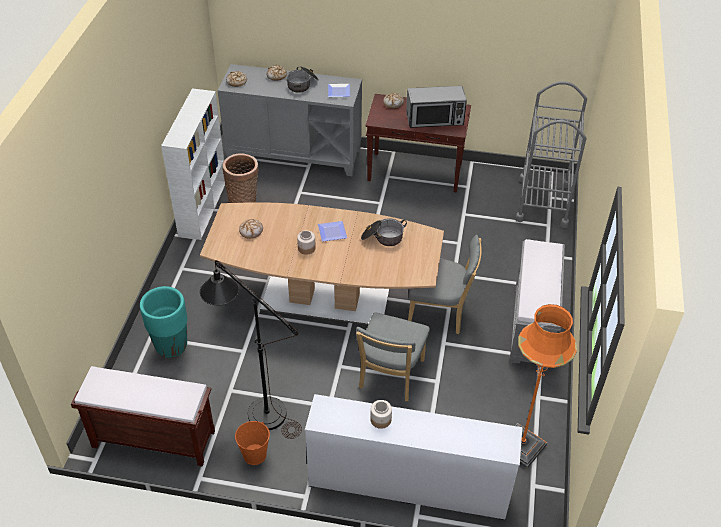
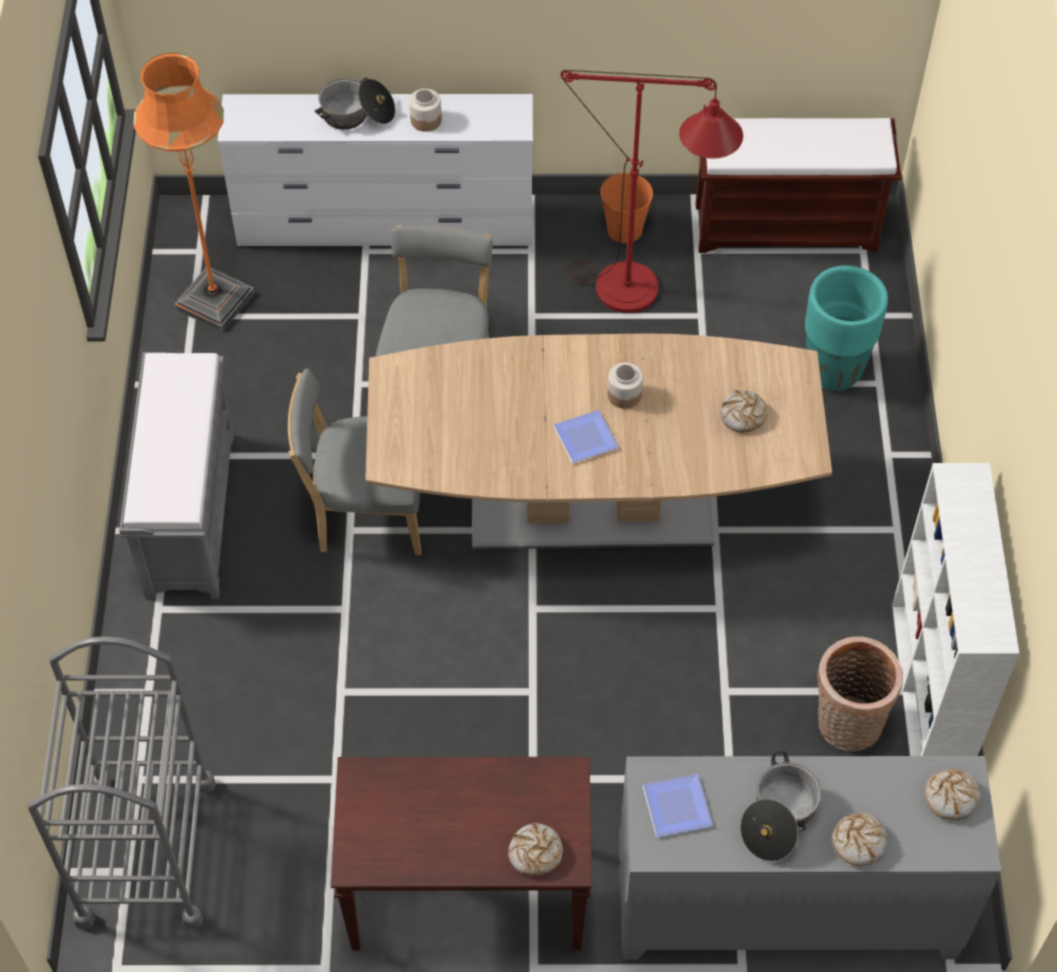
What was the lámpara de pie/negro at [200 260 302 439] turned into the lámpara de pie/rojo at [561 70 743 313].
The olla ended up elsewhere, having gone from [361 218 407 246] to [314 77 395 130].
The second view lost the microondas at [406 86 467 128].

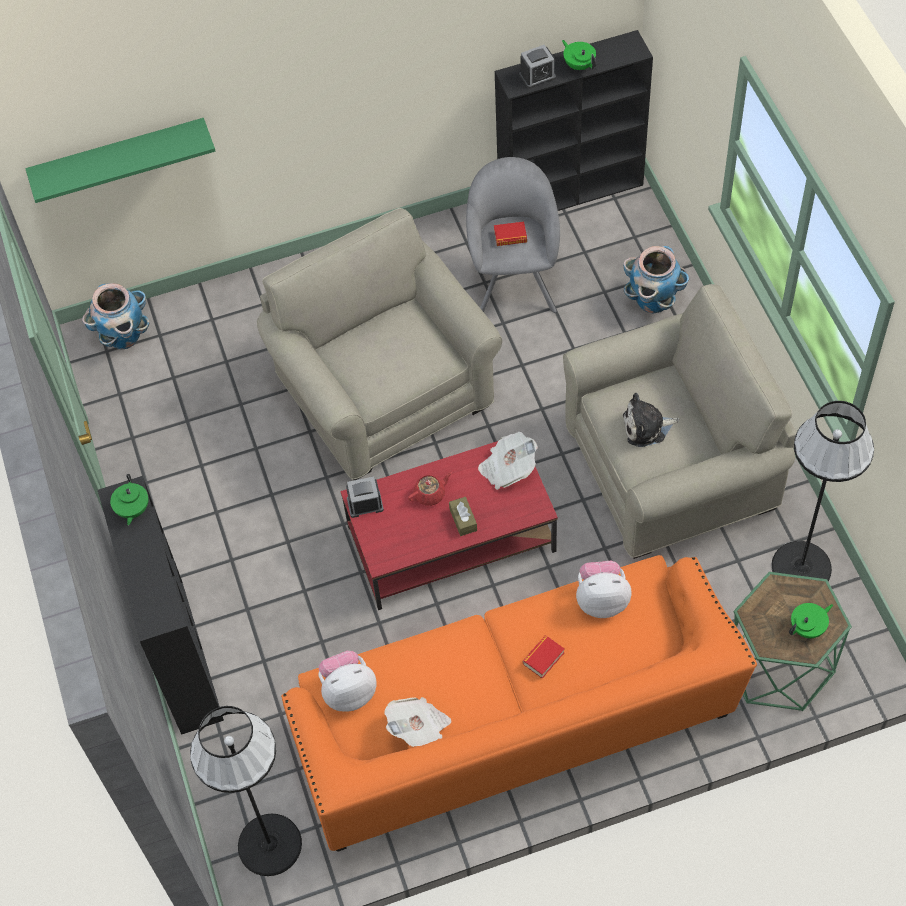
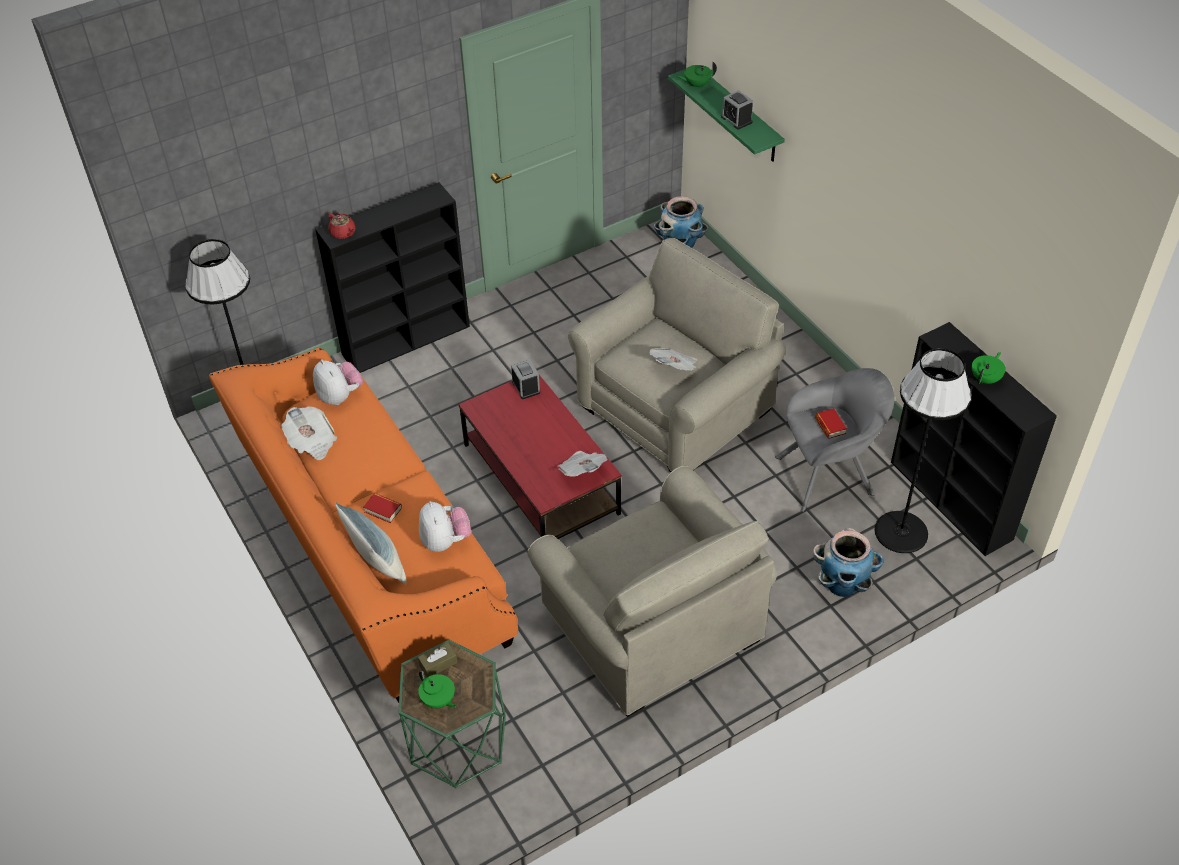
The tetera/verde ended up elsewhere, having gone from [110 474 148 526] to [677 61 717 89].
The tetera/rojo ended up elsewhere, having gone from [408 472 452 506] to [328 213 356 239].
The caja de pañuelos/marrón ended up elsewhere, having gone from [449 497 477 536] to [418 642 458 677].
The despertador ended up elsewhere, having gone from [519 45 556 89] to [721 90 753 130].
The second view lost the peluche at [623 393 679 447].
The lámpara de pie/negro ended up elsewhere, having gone from [771 401 874 581] to [875 348 971 553].
The second view gained the cojín at [335 502 407 584].
The second view gained the periódico at [649 348 698 371].

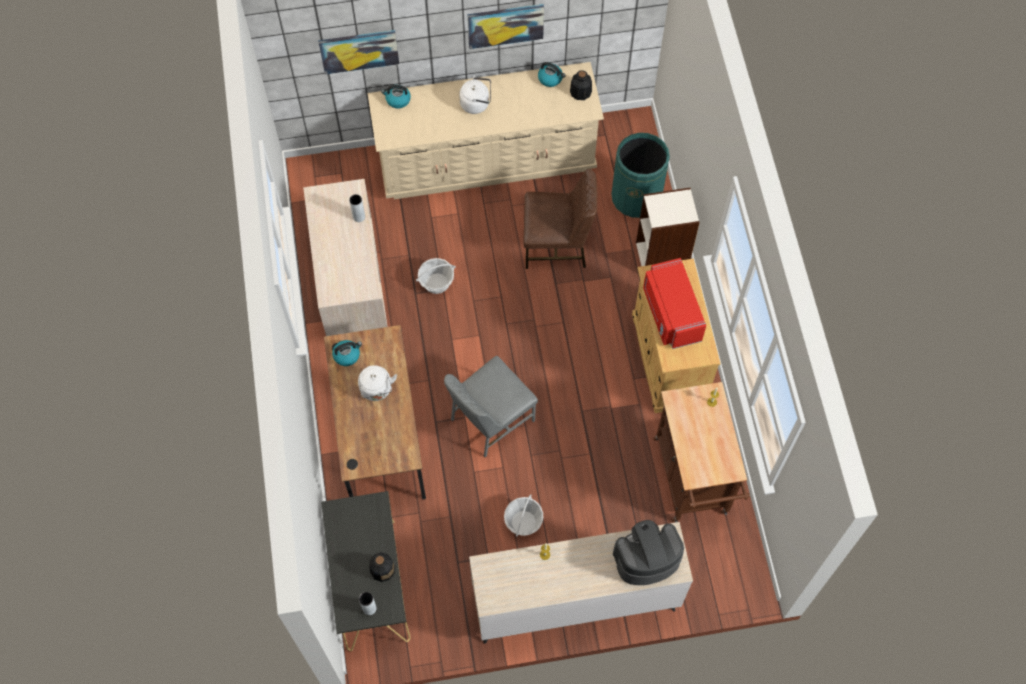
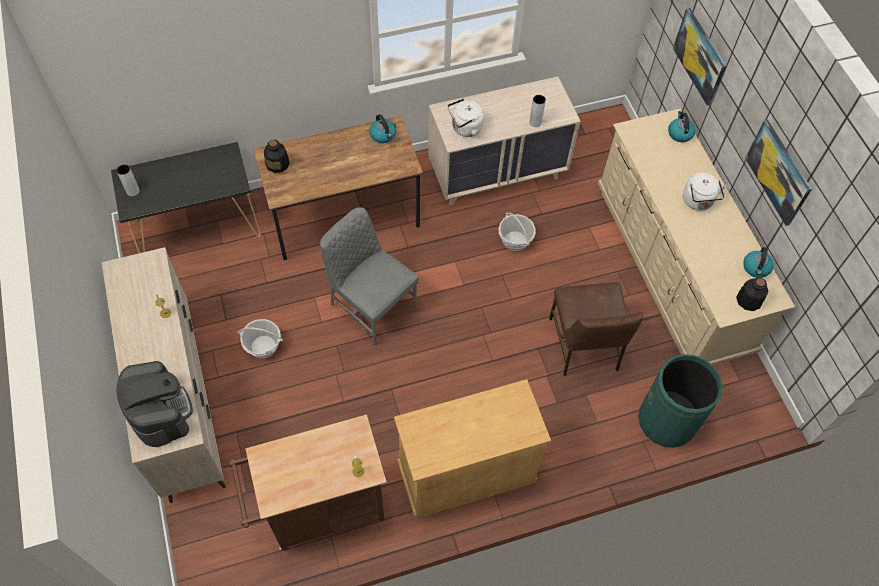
The hervidor/blanco ended up elsewhere, having gone from [358 365 397 401] to [447 99 484 137].
The botella ended up elsewhere, having gone from [369 552 395 582] to [264 140 290 173].
The second view lost the estantería at [636 188 700 266].
The second view lost the microondas/rojo at [643 258 706 349].

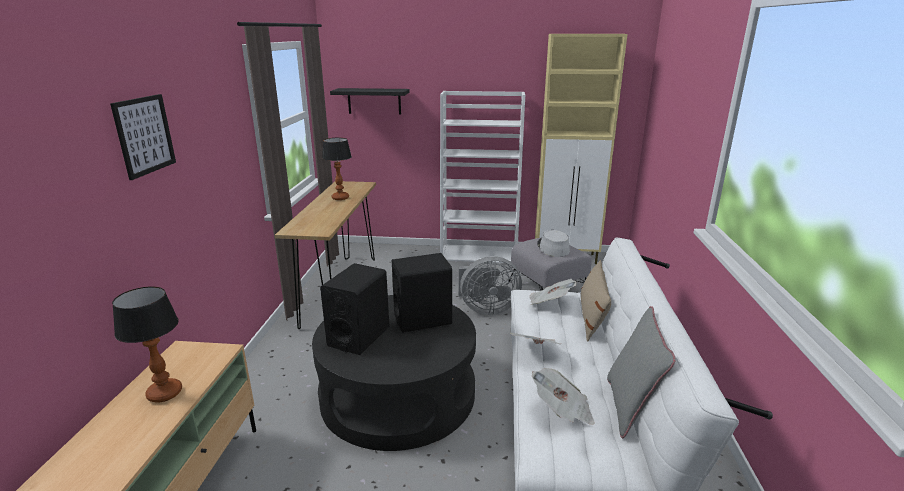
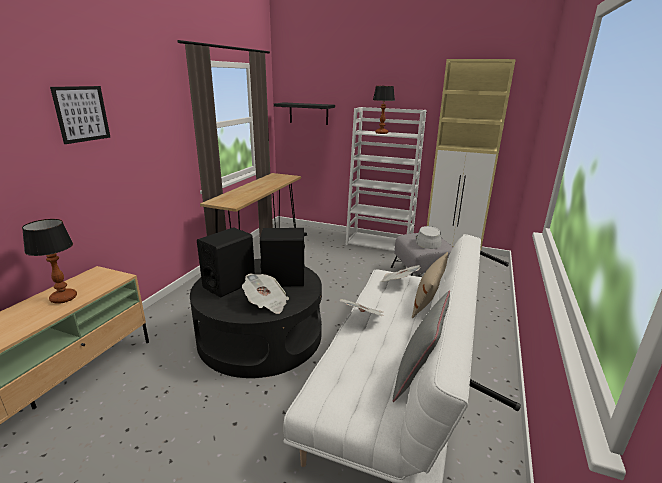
The lámpara de mesa ended up elsewhere, having gone from [322 138 352 200] to [373 86 395 134].
The second view lost the ventilador/gris at [458 256 522 315].
The periódico ended up elsewhere, having gone from [532 368 595 425] to [242 273 289 314].

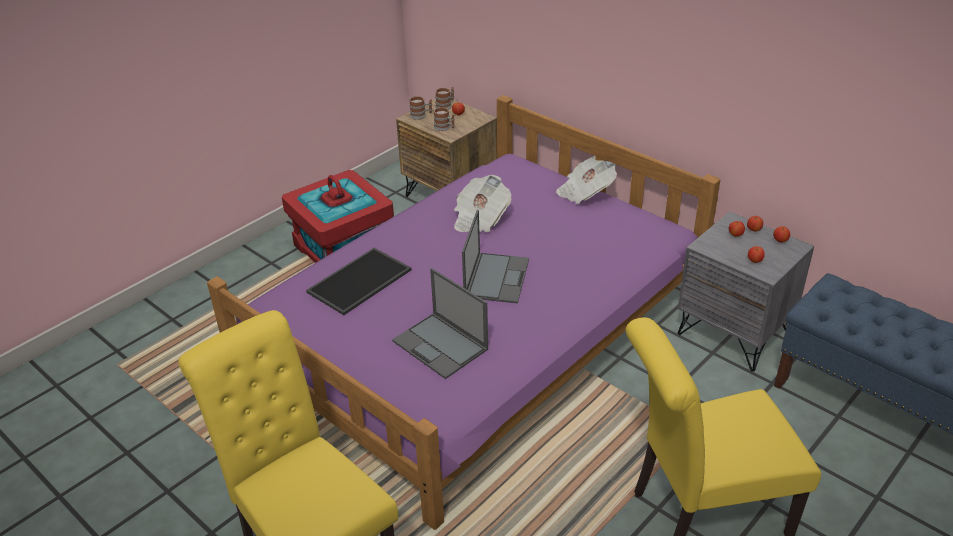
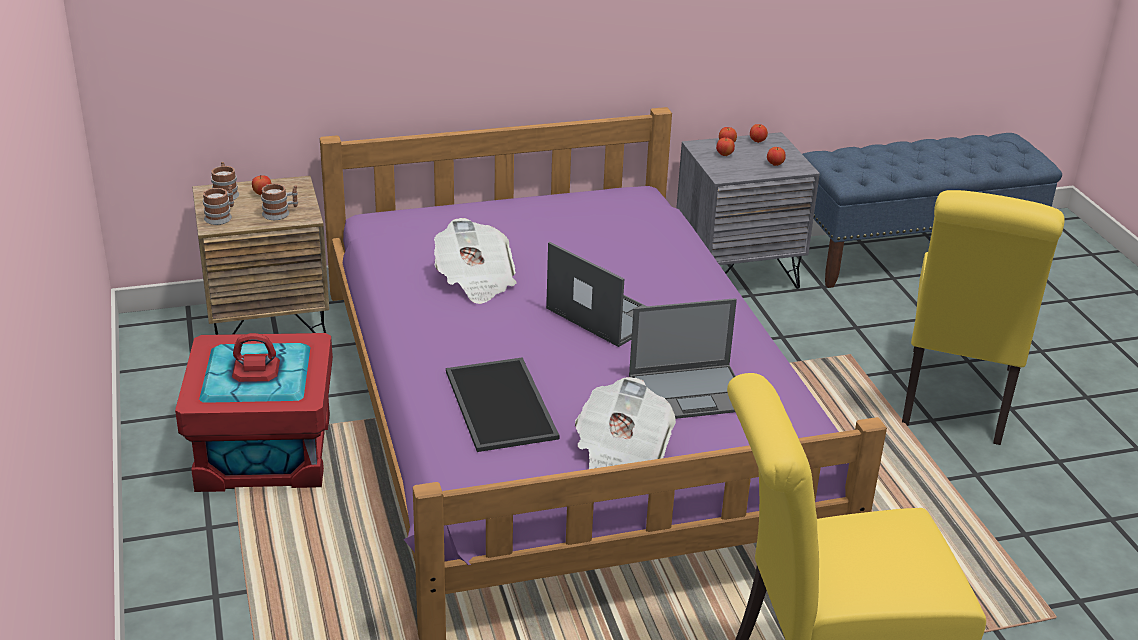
The periódico ended up elsewhere, having gone from [556 156 617 204] to [575 377 676 469].

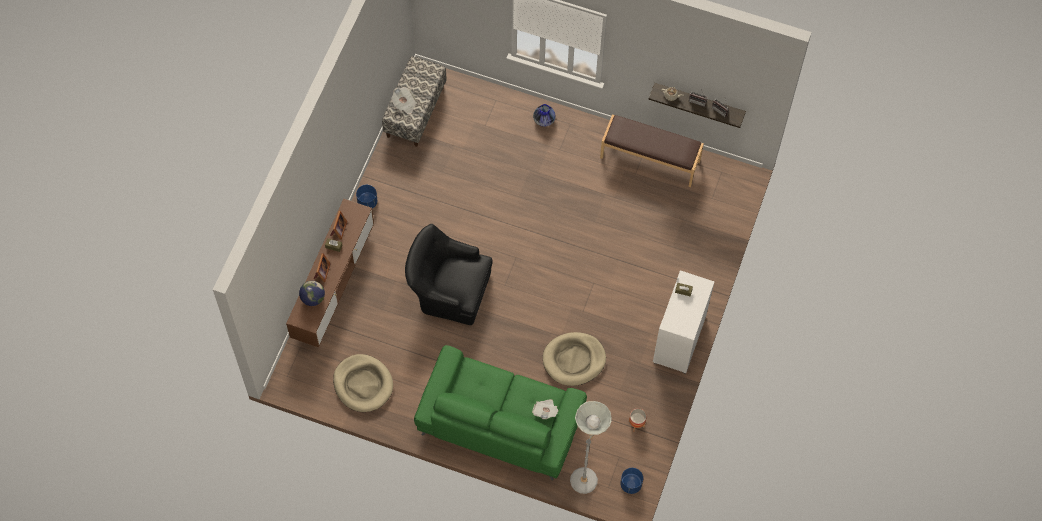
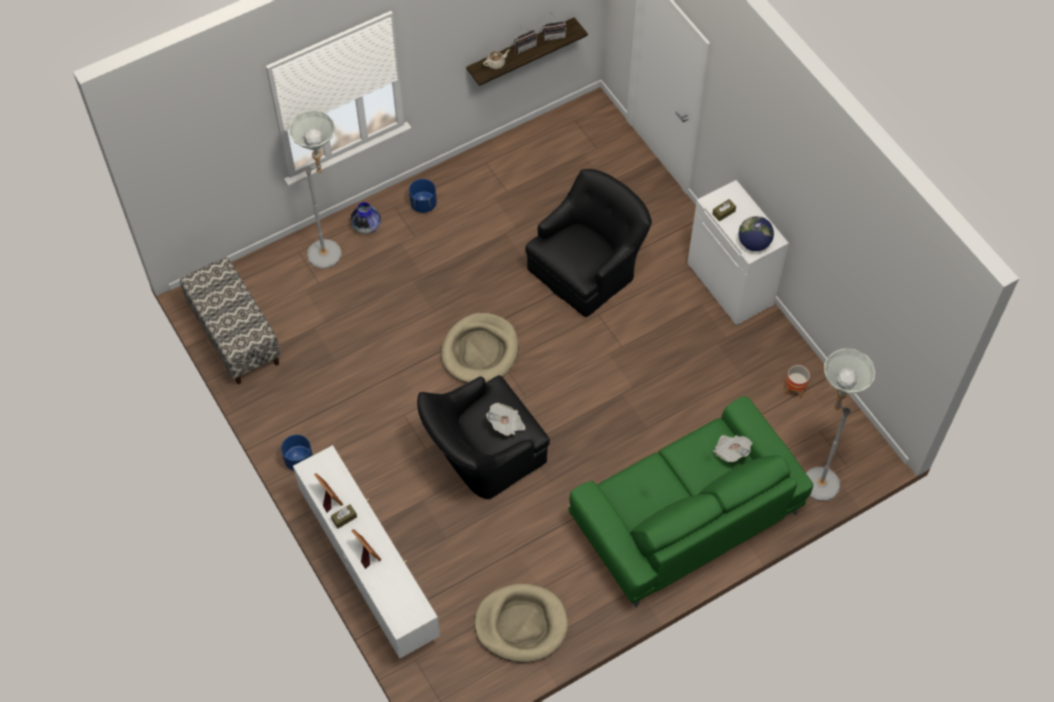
What was the mueble de televisión/marrón at [286 199 374 347] turned into the mueble de televisión/blanco at [293 445 440 659].
The globo terráqueo ended up elsewhere, having gone from [299 281 325 306] to [739 216 774 251].
The periódico ended up elsewhere, having gone from [391 87 417 115] to [486 403 526 436].
The cama para perro/beis ended up elsewhere, having gone from [543 332 606 386] to [441 313 519 383].
The second view lost the banco/marrón at [600 114 704 187].
The maceta/azul ended up elsewhere, having gone from [620 468 643 494] to [409 179 437 213].
The second view gained the lámpara de pie/gris at [288 110 341 268].
The second view gained the sillón/negro at [525 169 652 317].

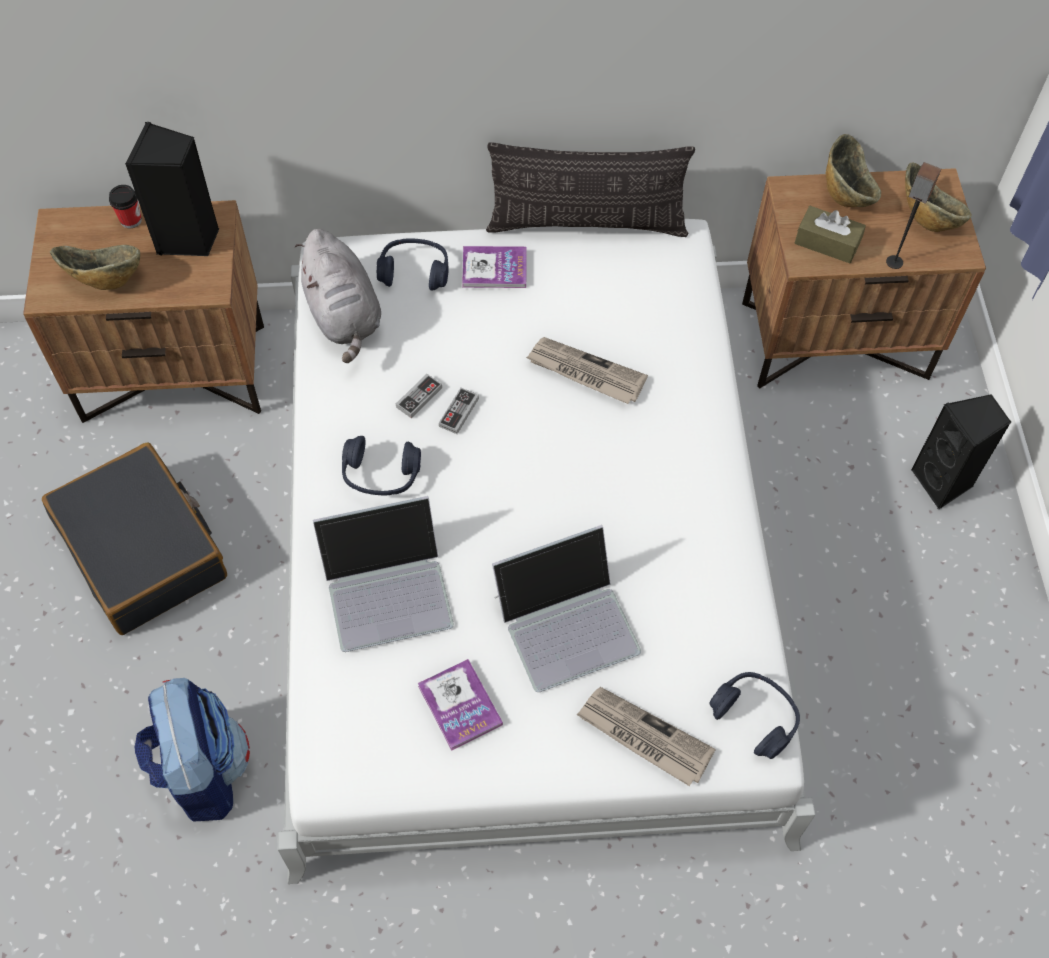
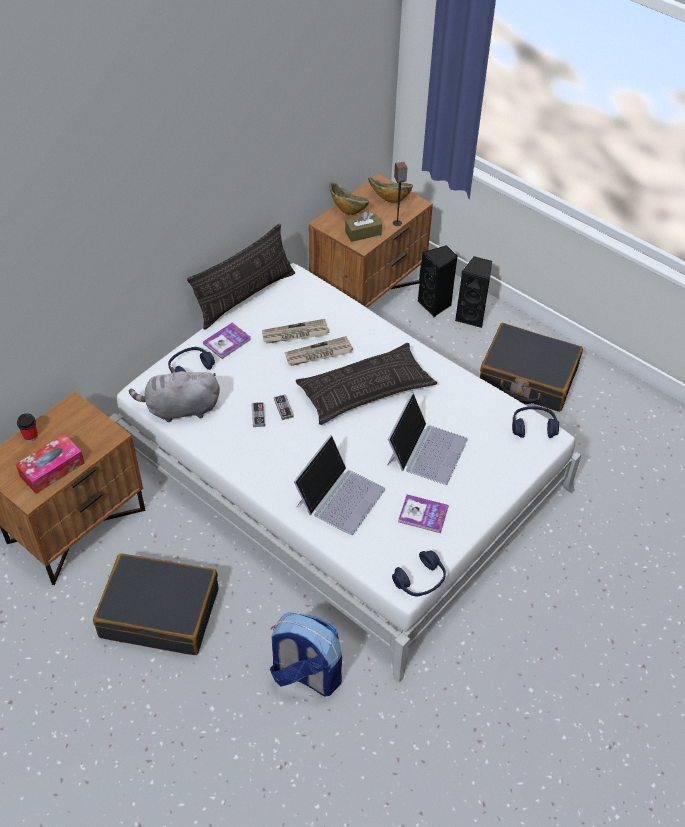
Where the cuenco stood at [50 245 140 290], the caja de pañuelos came to stand at [15 434 85 494].
The altavoz/negro ended up elsewhere, having gone from [125 122 220 256] to [418 245 458 317].
The peluche/gris at [295 229 381 363] ended up facing another way, 150 degrees clockwise from before.
The auriculares/azul ended up elsewhere, having gone from [342 436 421 495] to [392 550 446 596].
The periódico ended up elsewhere, having gone from [577 687 716 786] to [262 319 330 344].
The second view gained the cojín at [296 343 437 425].
The second view gained the maleta/negro at [480 323 583 412].

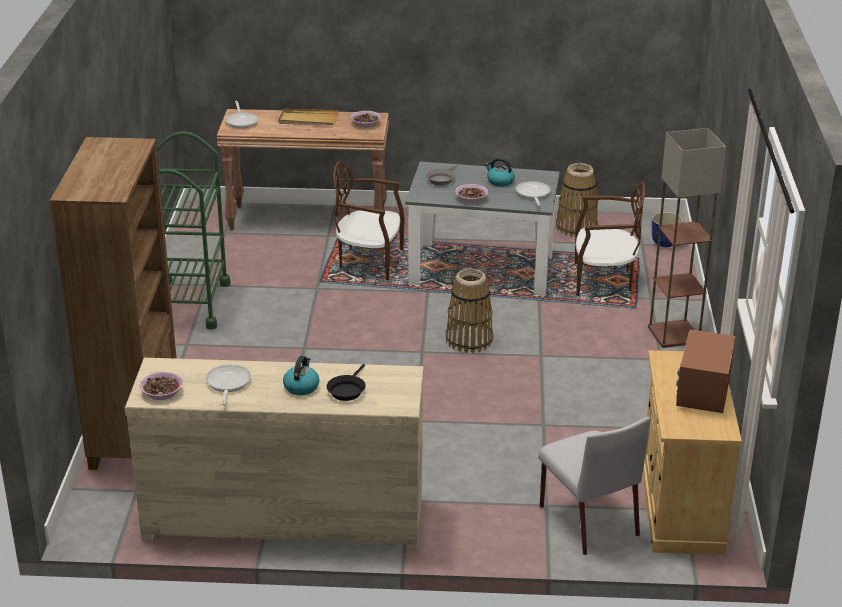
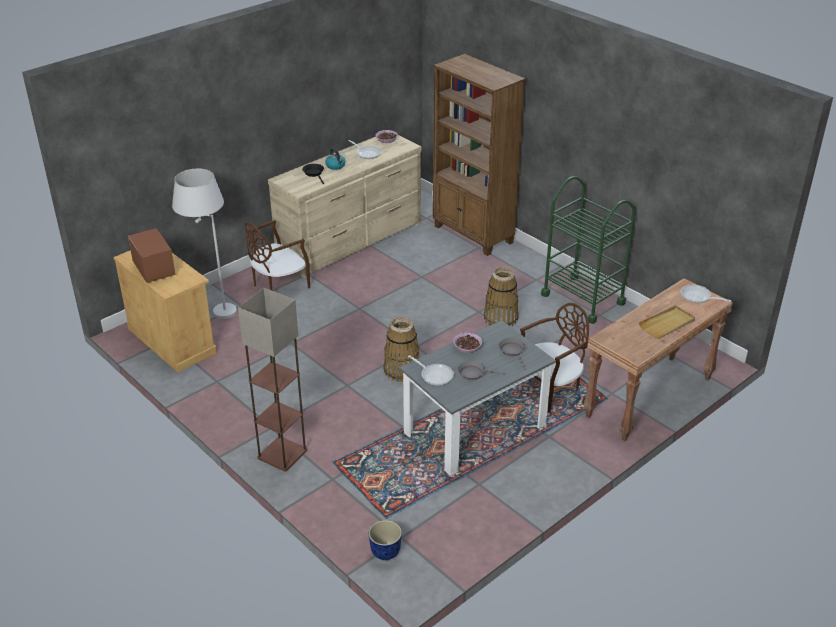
The second view lost the cuenco at [350 111 381 128].
Where the hervidor stood at [485 158 515 187], the sartén/gris came to stand at [458 361 506 381].
Where the silla/gris stood at [538 417 650 555], the lámpara de pie/blanco came to stand at [172 169 237 319].
The cesta ended up elsewhere, having gone from [556 163 598 237] to [484 267 518 326].
The silla/marrón ended up elsewhere, having gone from [575 182 645 296] to [245 220 310 291].

